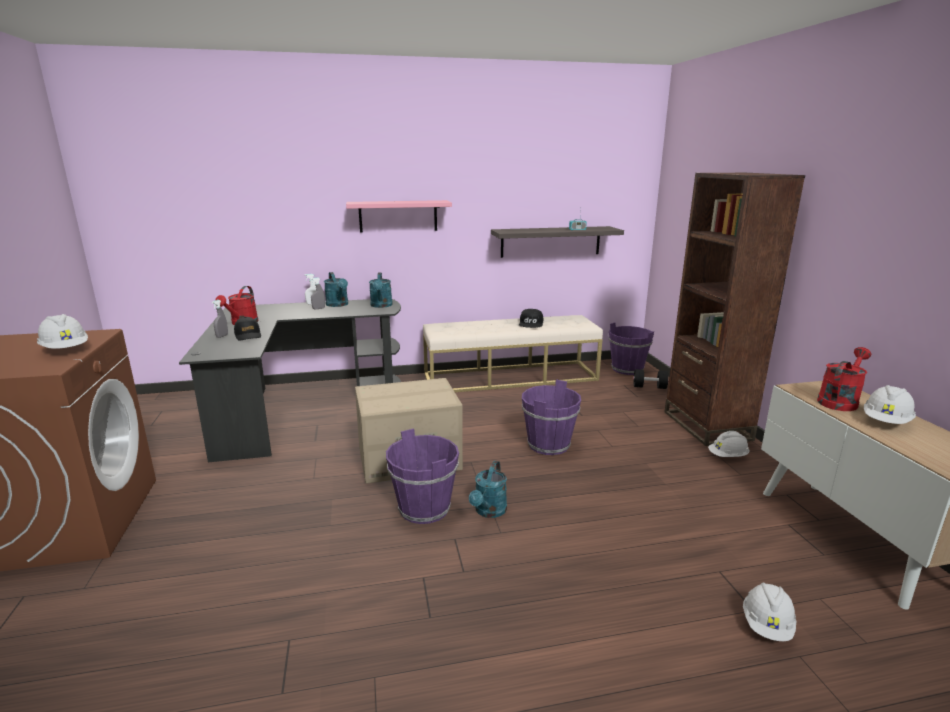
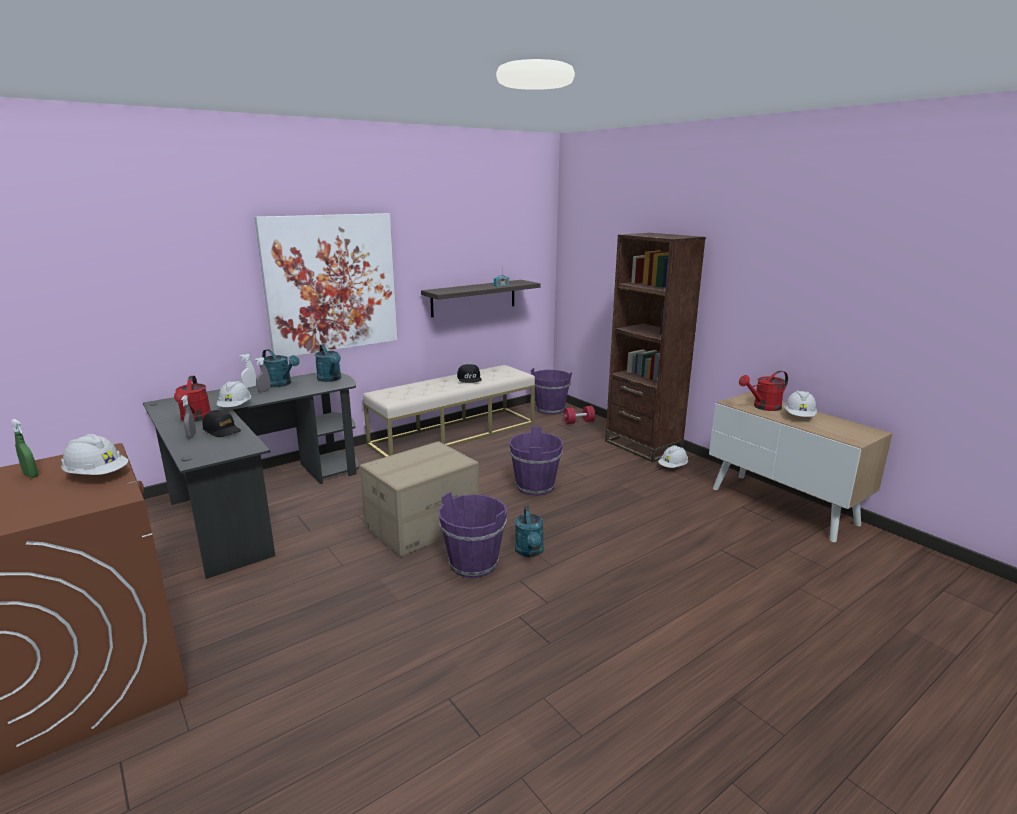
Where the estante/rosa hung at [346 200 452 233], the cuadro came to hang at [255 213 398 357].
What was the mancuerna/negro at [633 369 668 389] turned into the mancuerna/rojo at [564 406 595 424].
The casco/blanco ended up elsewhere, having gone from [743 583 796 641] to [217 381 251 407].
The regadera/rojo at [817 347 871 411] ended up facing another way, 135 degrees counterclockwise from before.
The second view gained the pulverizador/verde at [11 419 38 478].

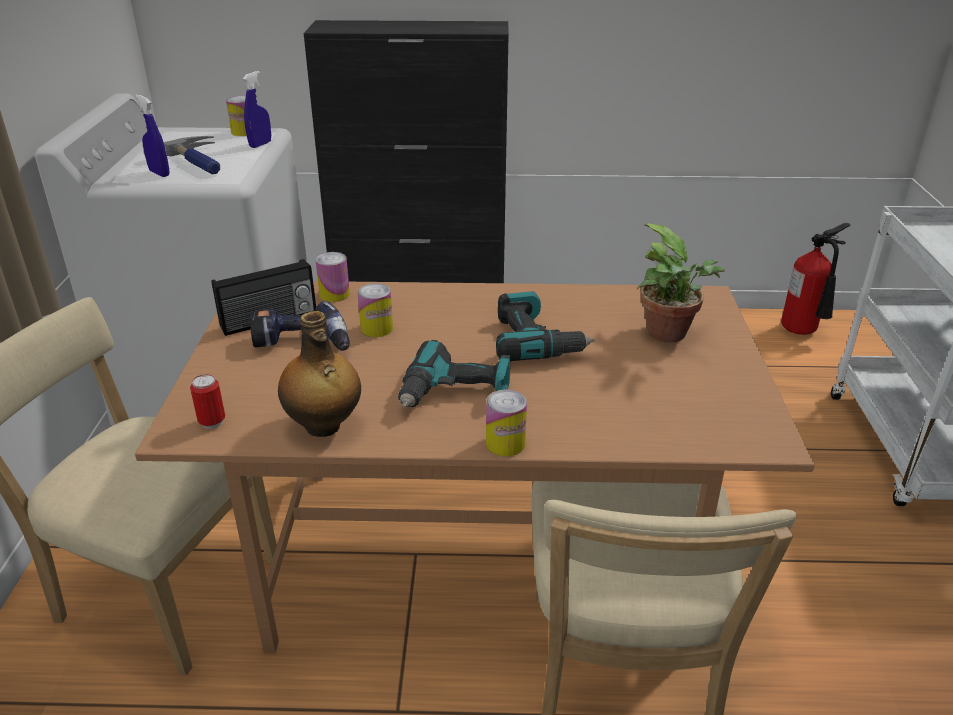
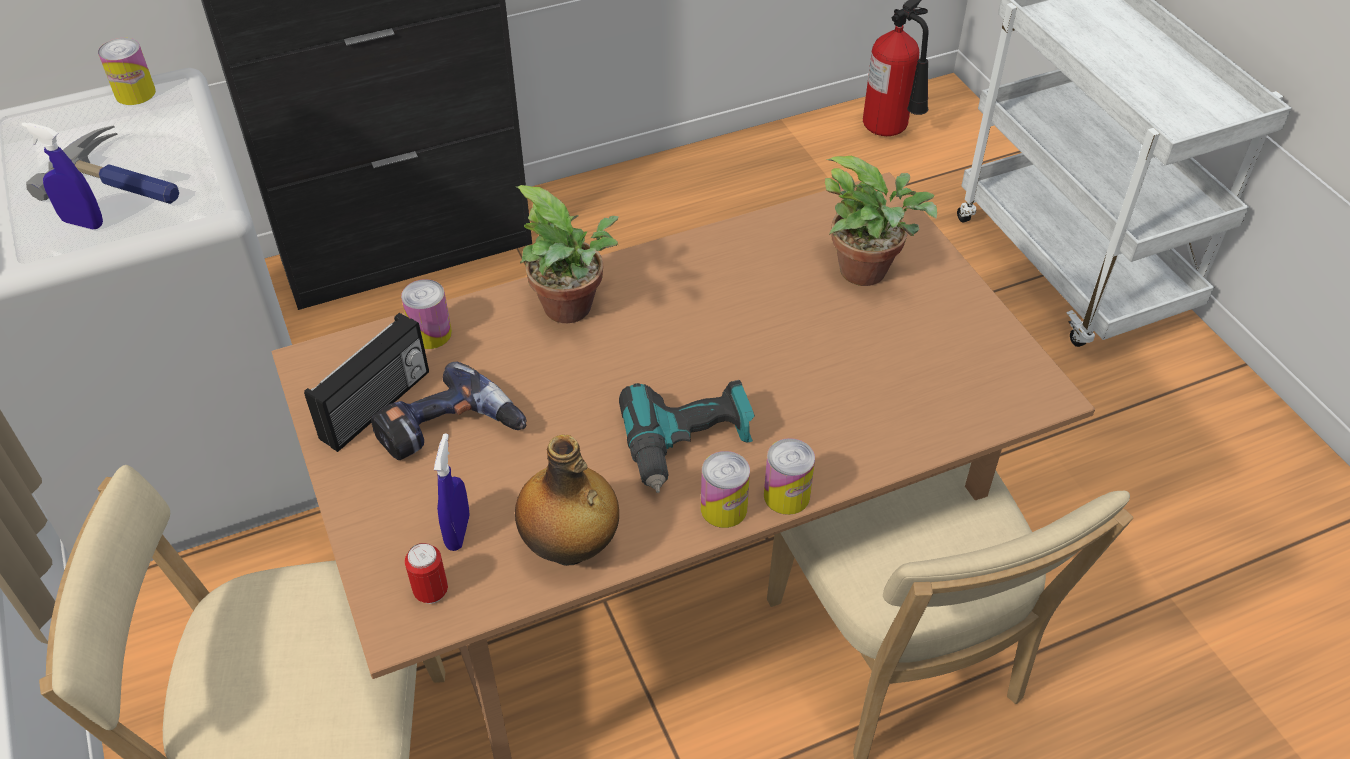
The pulverizador/azul ended up elsewhere, having gone from [243 71 271 148] to [434 433 470 551].
The lata ended up elsewhere, having gone from [358 283 393 337] to [701 451 750 528].
The second view lost the taladro at [496 291 595 361].
The second view gained the planta en maceta at [516 185 619 323].

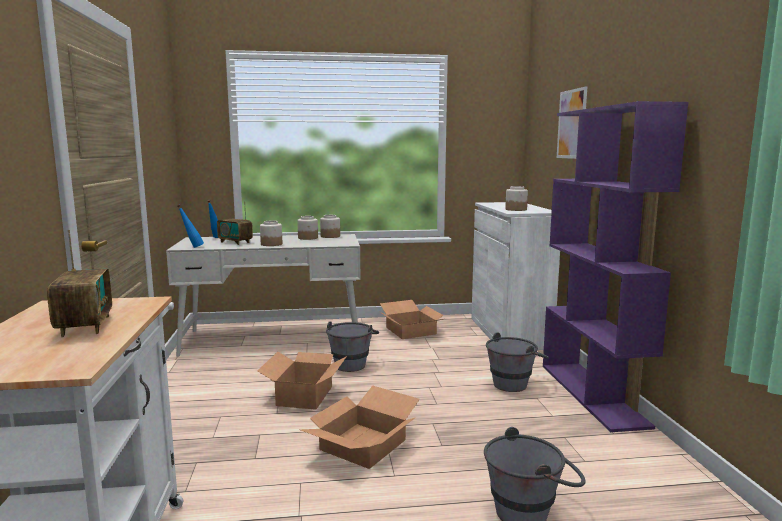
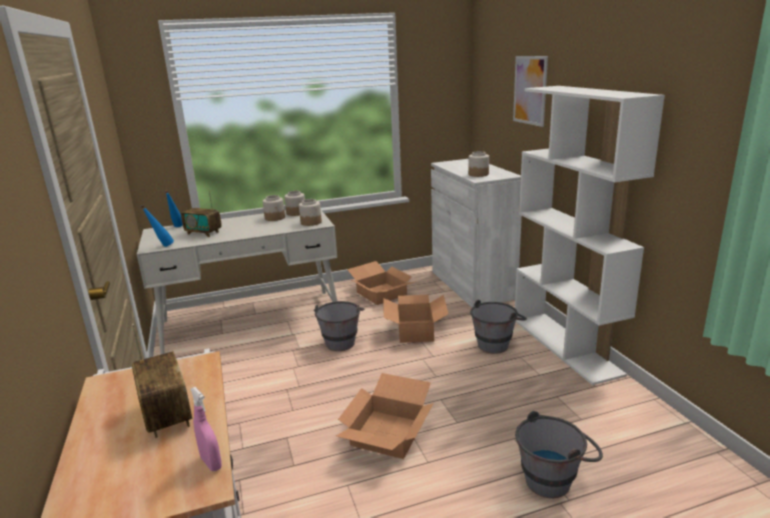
The caja de cartón ended up elsewhere, having gone from [257 352 347 410] to [383 294 448 343].
The tarro ended up elsewhere, having gone from [260 220 282 246] to [299 199 322 226].
What was the estantería/morado at [543 101 689 432] turned into the estantería/blanco at [515 86 665 385].
The second view gained the pulverizador/rosa at [190 387 222 471].

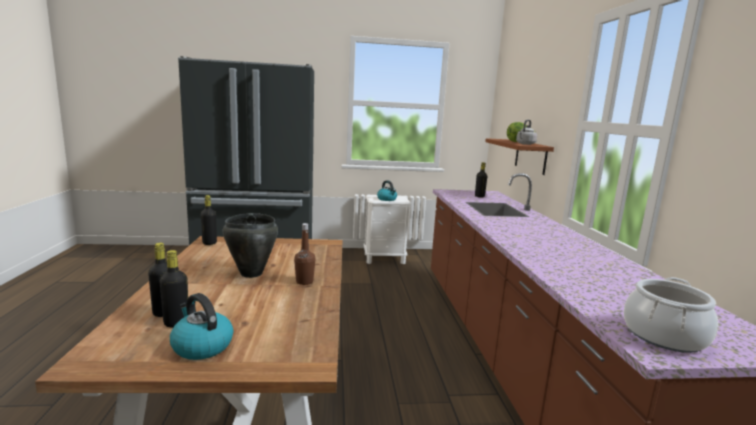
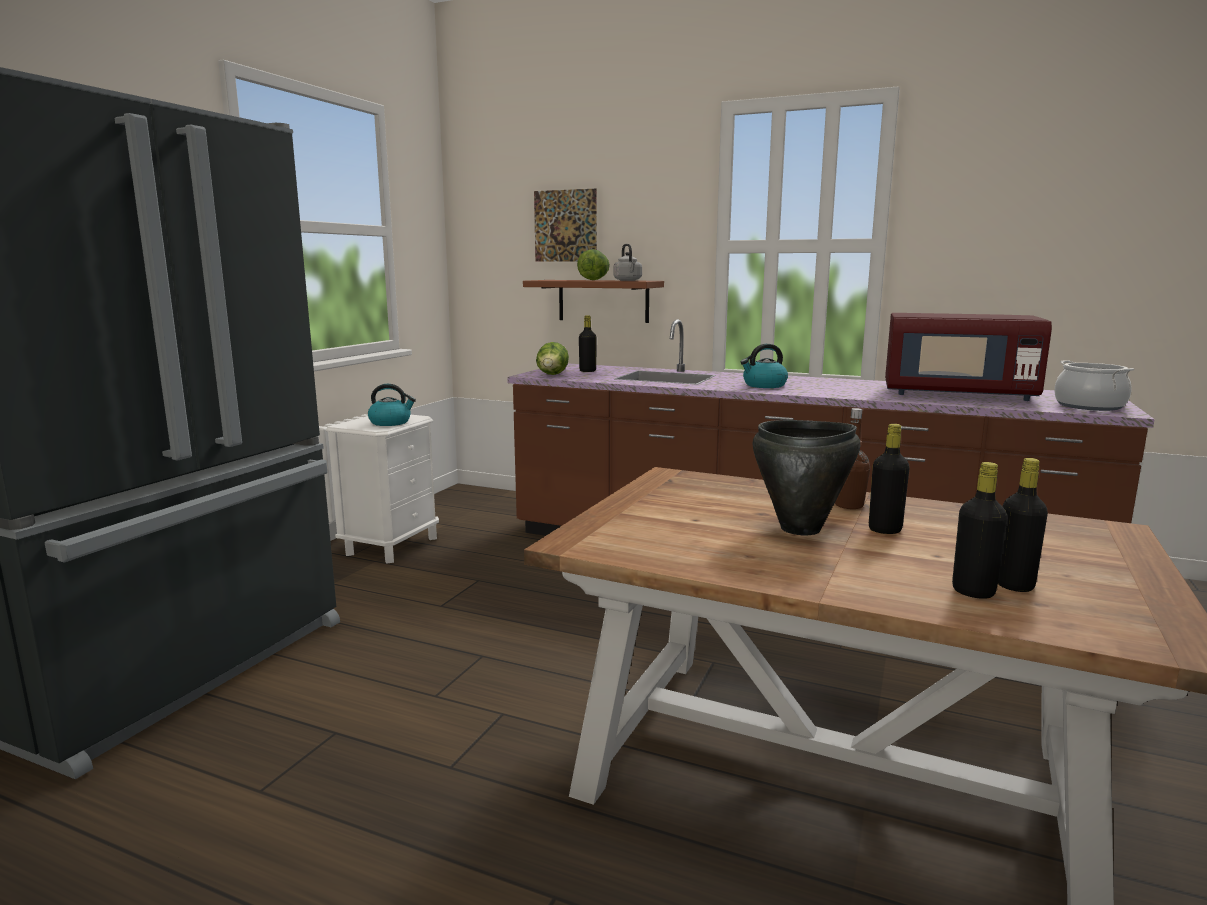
The hervidor ended up elsewhere, having gone from [170 293 233 360] to [741 344 788 388].
The botella/negro ended up elsewhere, having gone from [201 195 217 245] to [869 424 910 534].
The second view gained the cuadro at [534 189 597 262].
The second view gained the lechuga at [536 342 569 375].
The second view gained the microondas/rojo at [885 313 1052 401].

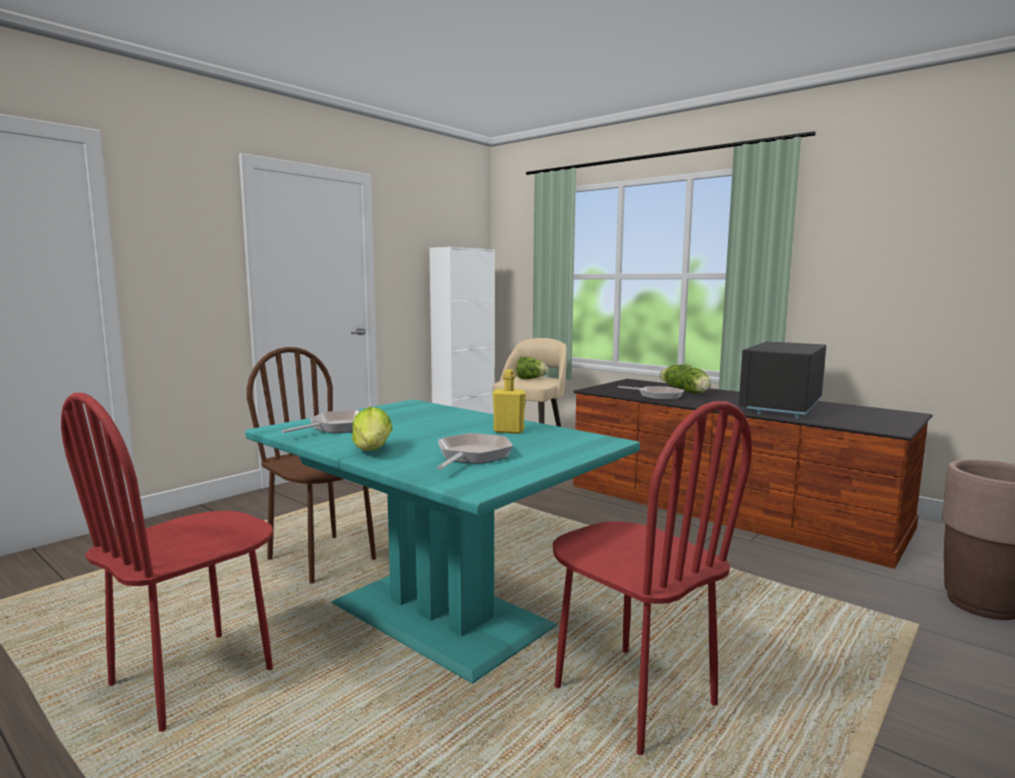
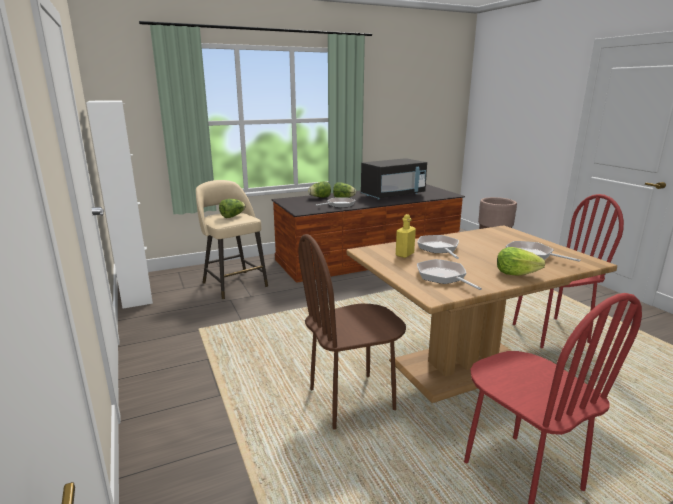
What was the mesa de comedor/turquesa at [245 399 640 684] turned into the mesa de comedor/marrón at [347 225 617 403].
The botella/amarillo ended up elsewhere, having gone from [492 369 526 434] to [396 214 416 258].
The microondas/negro at [739 342 826 419] ended up facing another way, 90 degrees counterclockwise from before.
The second view gained the sartén at [417 235 459 259].

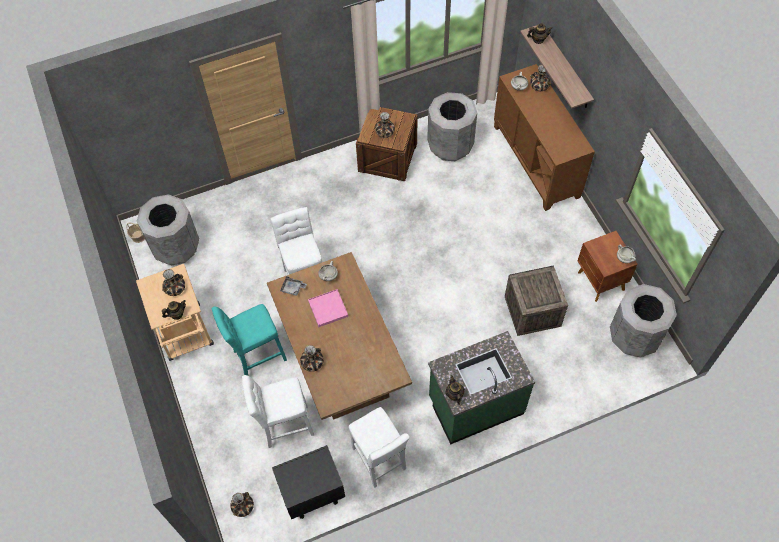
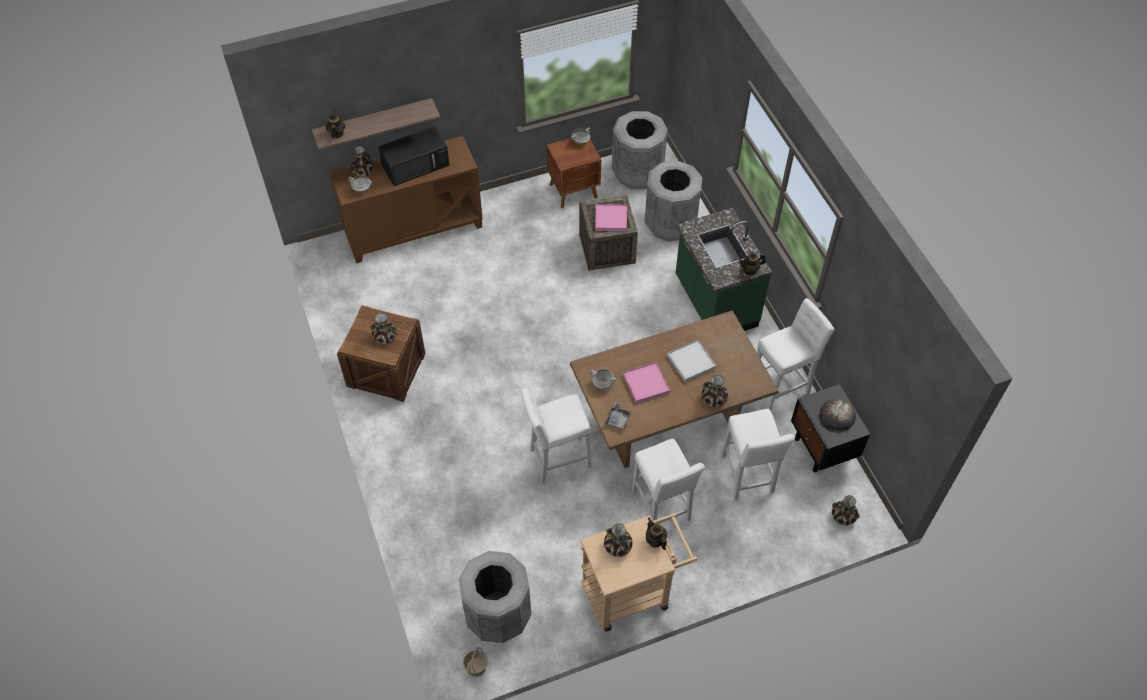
What was the taburete/turquesa at [212 304 287 376] turned into the taburete/blanco at [632 439 705 524].
The papelera/gris ended up elsewhere, having gone from [427 92 477 161] to [645 161 702 242].
The second view gained the microondas/negro at [378 126 450 186].
The second view gained the bandeja/rosa at [595 204 627 231].
The second view gained the bandeja/blanco at [667 340 716 382].
The second view gained the pan at [820 399 856 431].

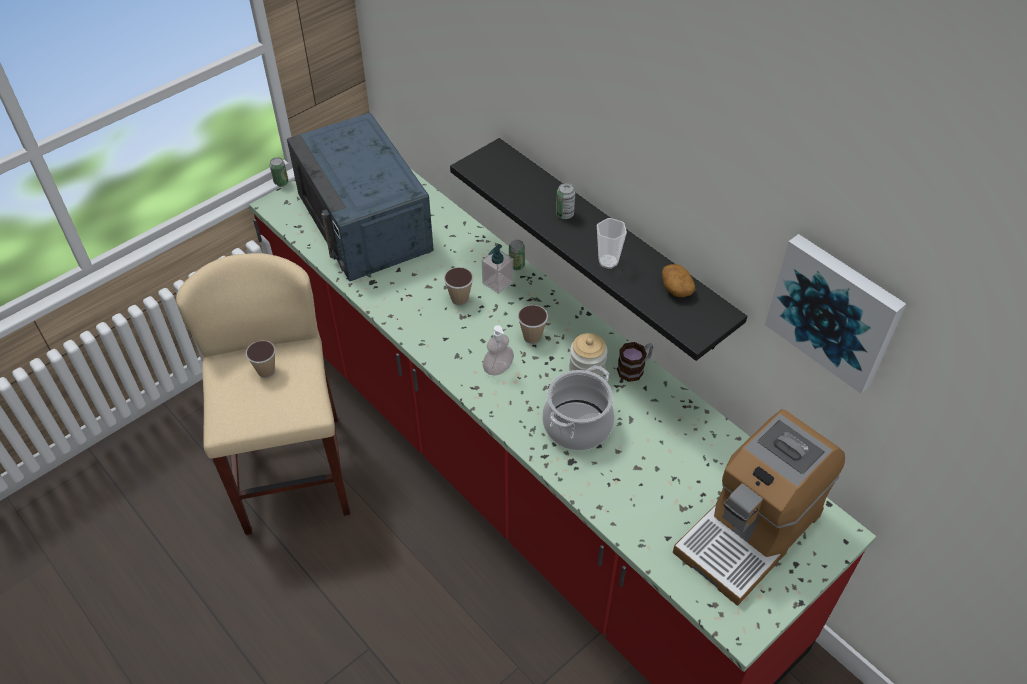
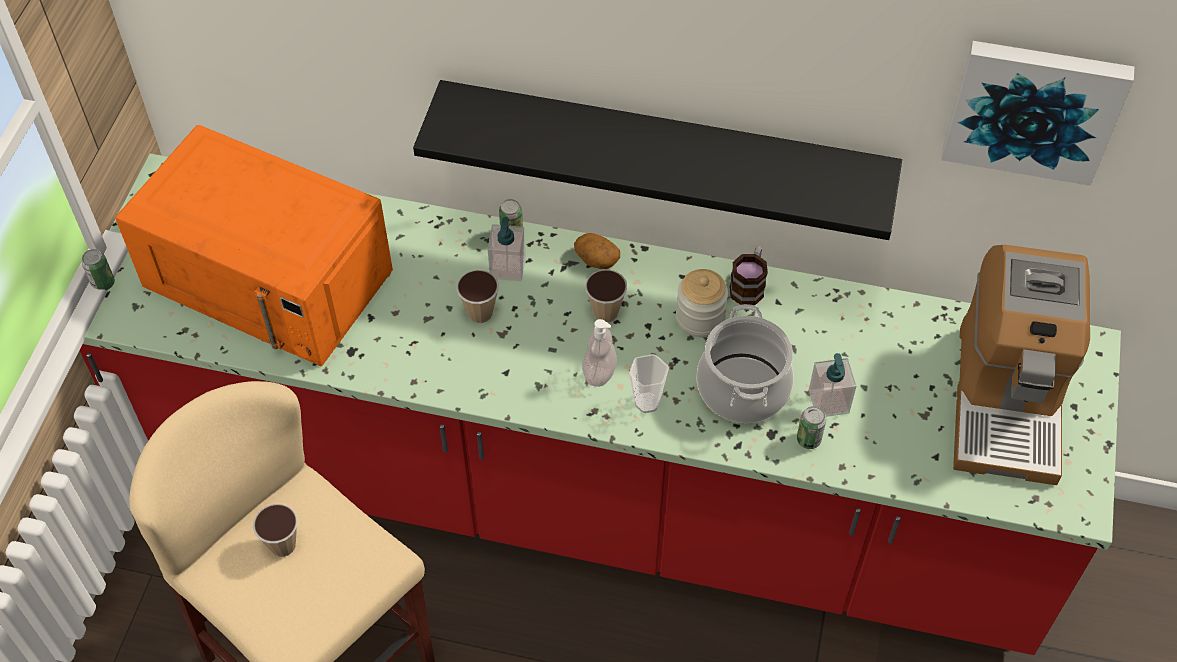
What was the microondas/azul at [287 113 434 281] turned into the microondas/naranja at [115 125 393 366].
The lata ended up elsewhere, having gone from [556 183 575 219] to [797 406 826 449].
The taza ended up elsewhere, having gone from [597 218 627 269] to [629 354 669 413].
The patata ended up elsewhere, having gone from [662 264 695 297] to [574 233 620 269].
The second view gained the dispensador de jabón at [809 353 856 417].

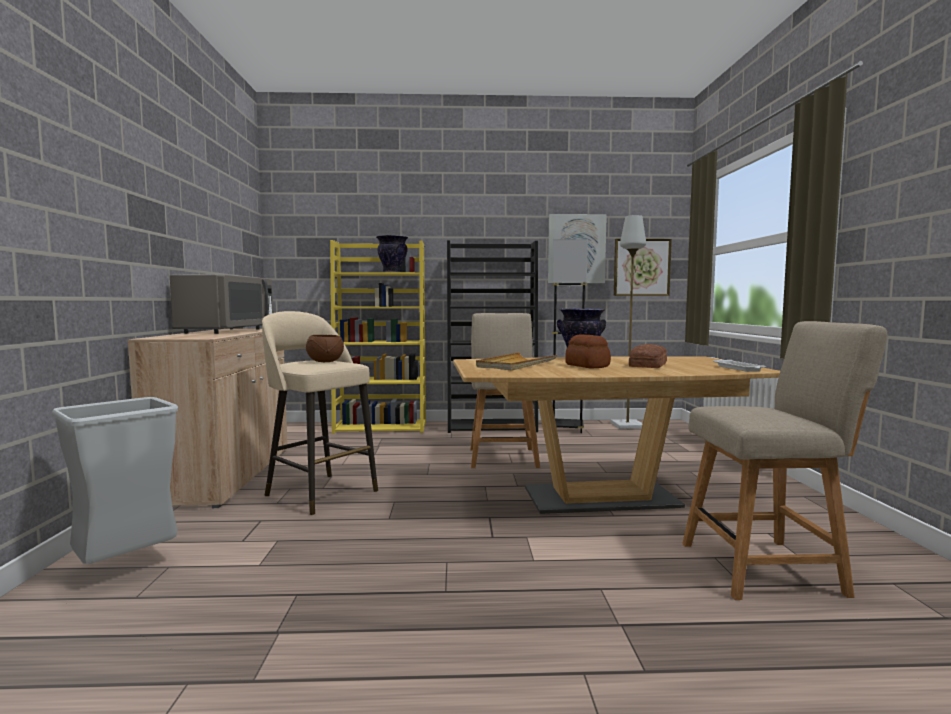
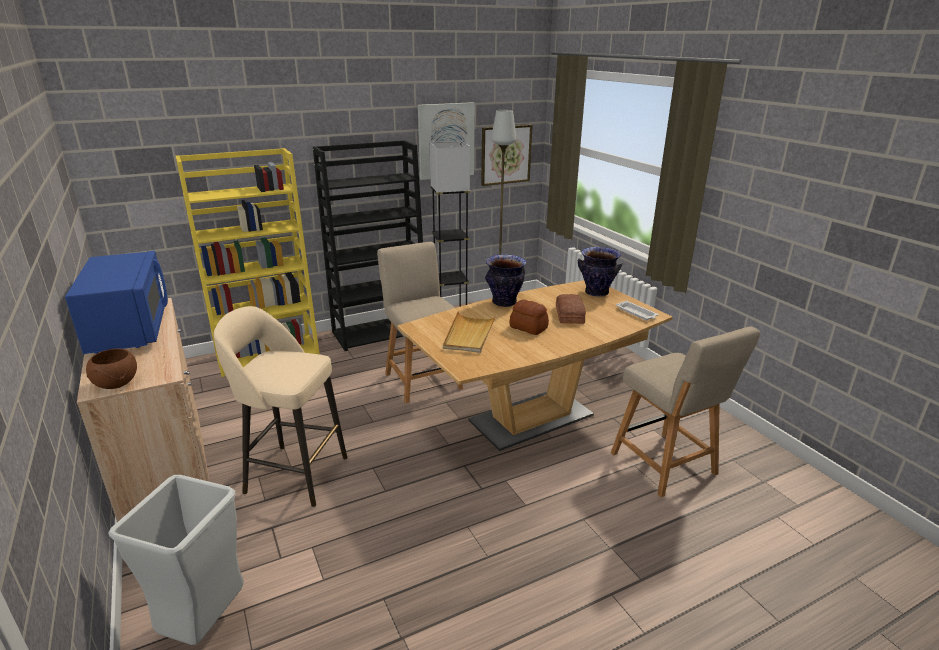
What was the microondas/gris at [170 274 273 334] turned into the microondas/azul at [65 251 168 354].
The cuenco/marrón ended up elsewhere, having gone from [306 335 344 362] to [86 349 137 389].
The florero ended up elsewhere, having gone from [376 235 408 272] to [578 247 622 297].
The silla/beis at [682 321 887 600] ended up facing another way, 90 degrees clockwise from before.

